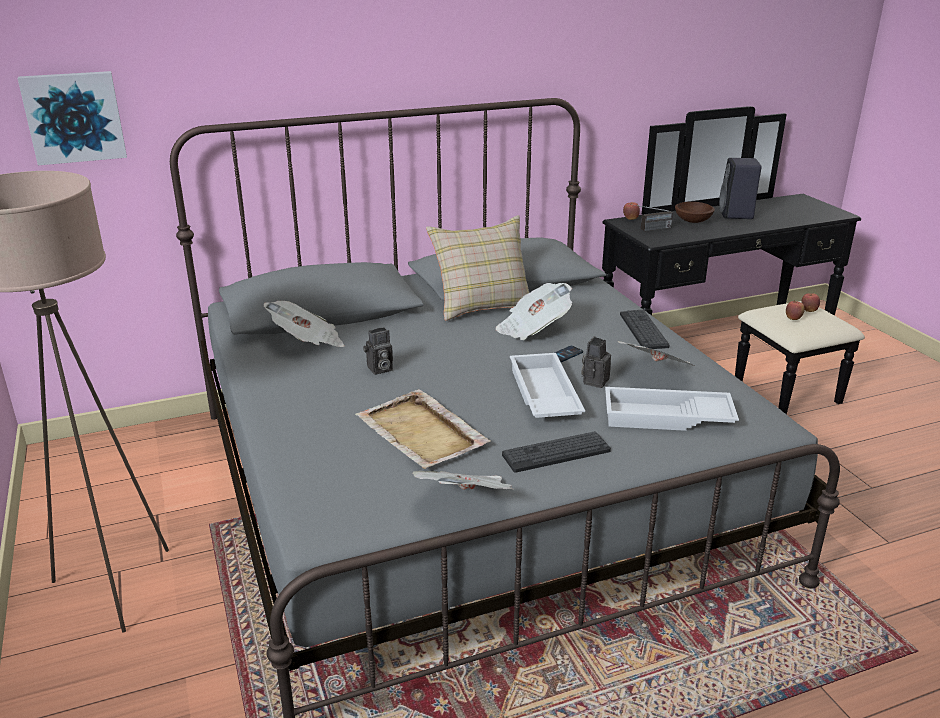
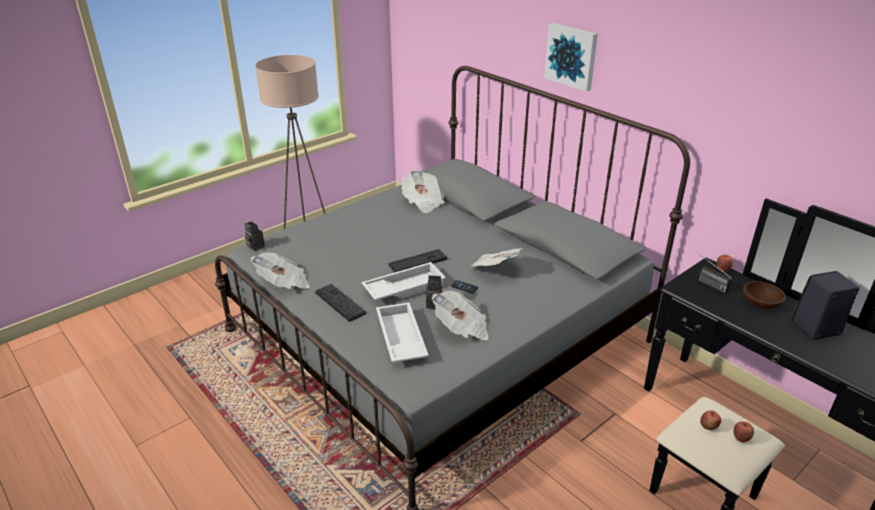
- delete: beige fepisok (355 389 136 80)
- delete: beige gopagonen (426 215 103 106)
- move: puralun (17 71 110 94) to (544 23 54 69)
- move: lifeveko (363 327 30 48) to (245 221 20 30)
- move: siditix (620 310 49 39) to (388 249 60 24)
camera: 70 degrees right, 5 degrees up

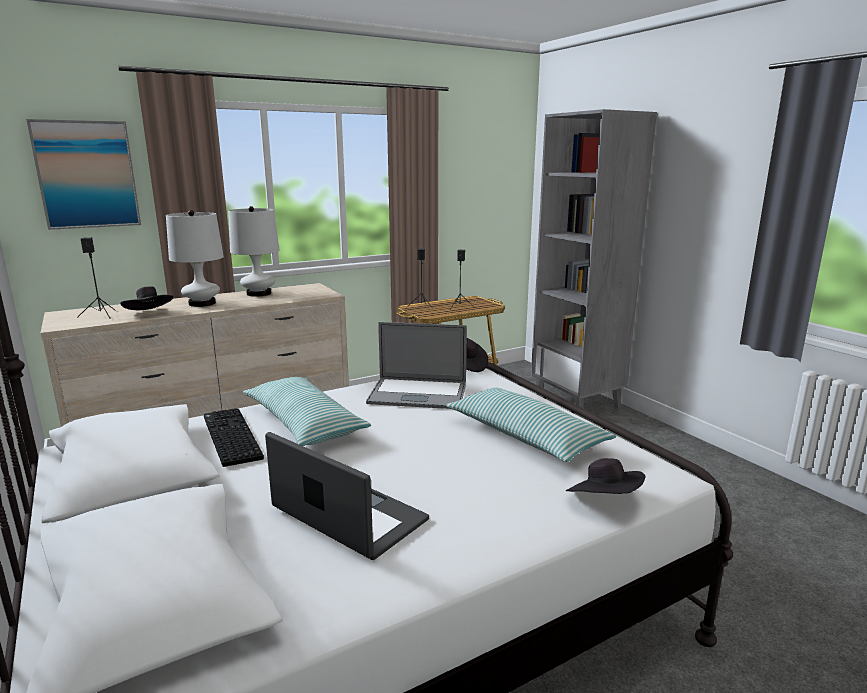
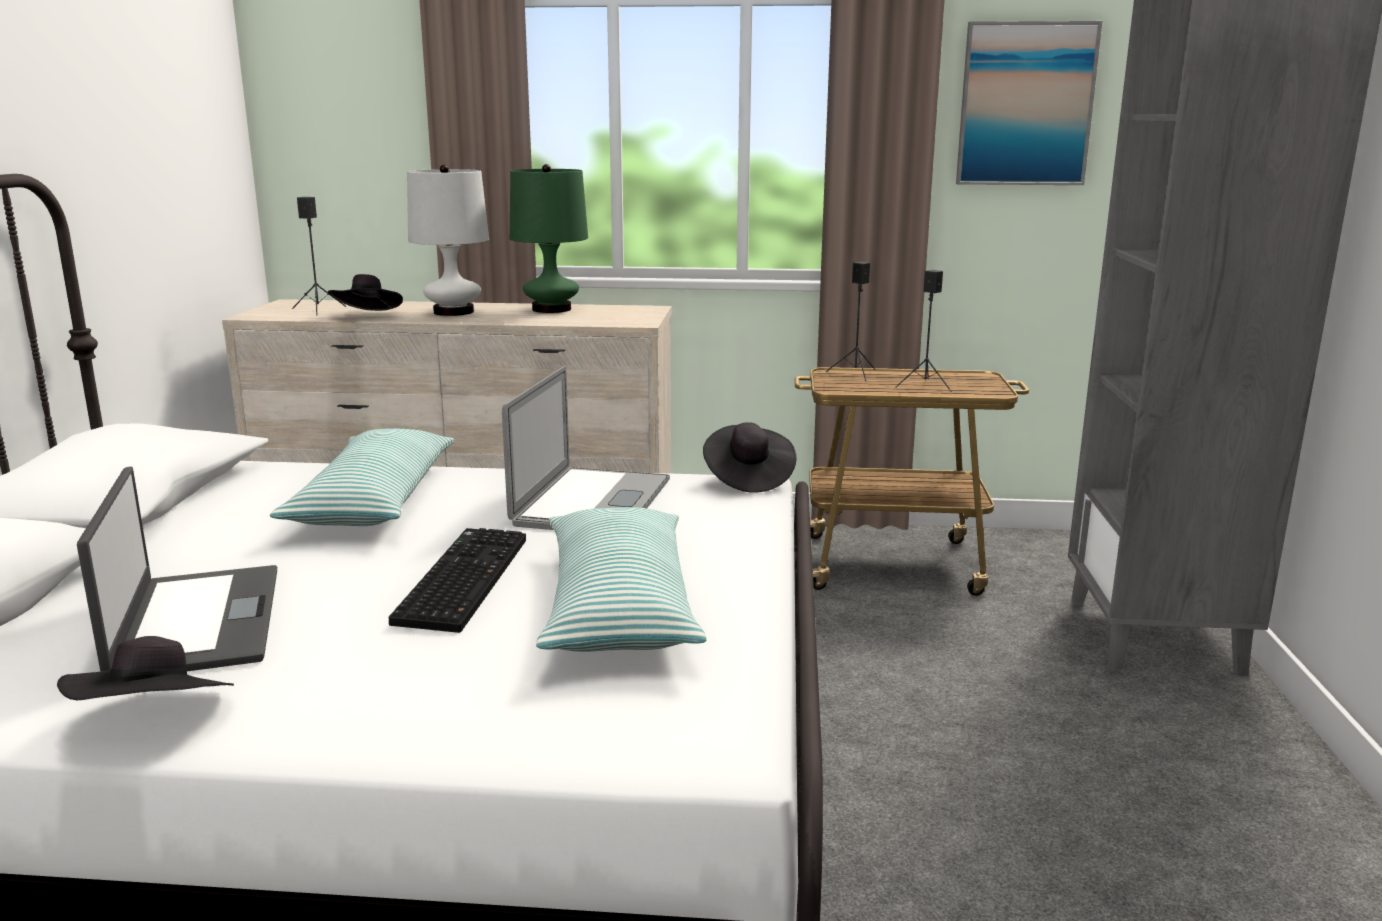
- move: puralun (26 119 115 111) to (956 21 146 164)
- move: siditix (204 408 60 59) to (389 528 137 105)
- move: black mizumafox (566 458 79 36) to (57 636 177 64)
- recolor: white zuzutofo (228 206 52 91) to green zuzutofo (510 164 78 149)
- rotate: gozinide (366 322 101 87) = (502 366 168 164) 120 degrees counterclockwise
camera: 35 degrees right, 0 degrees up

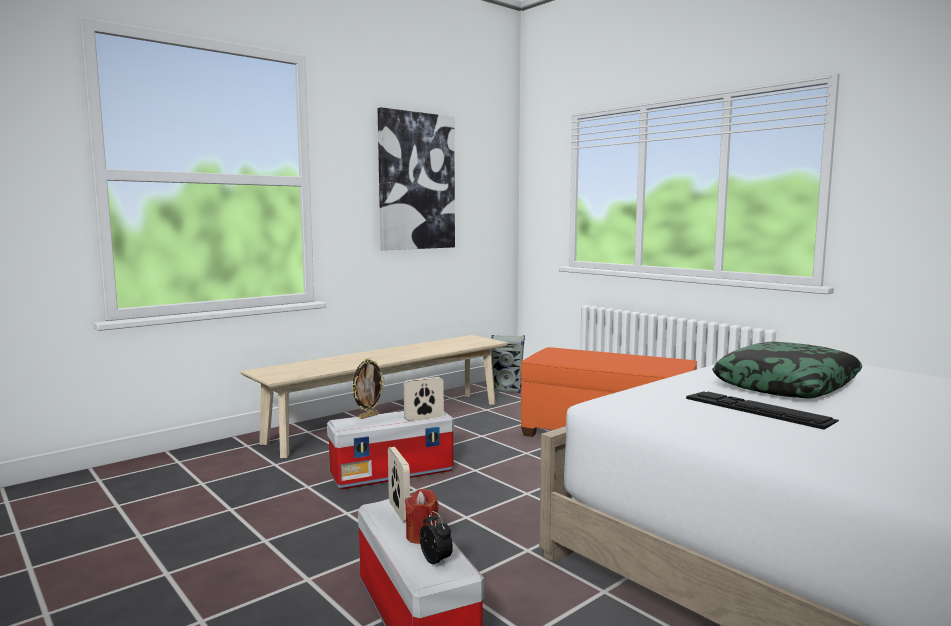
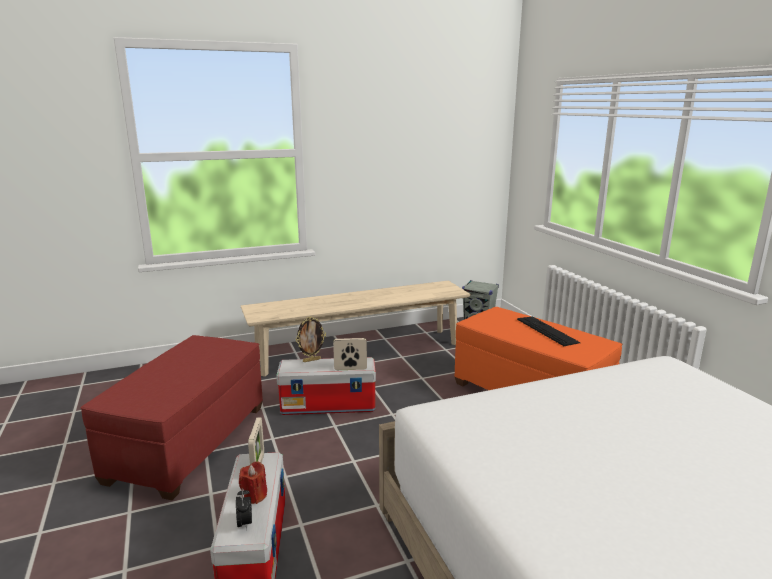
- delete: puralun (378 107 77 143)
- delete: gopagonen (712 341 150 57)
- insert: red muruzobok (81 335 182 165)
- move: siditix (686 391 153 39) to (517 316 64 30)
camera: 20 degrees right, 10 degrees up

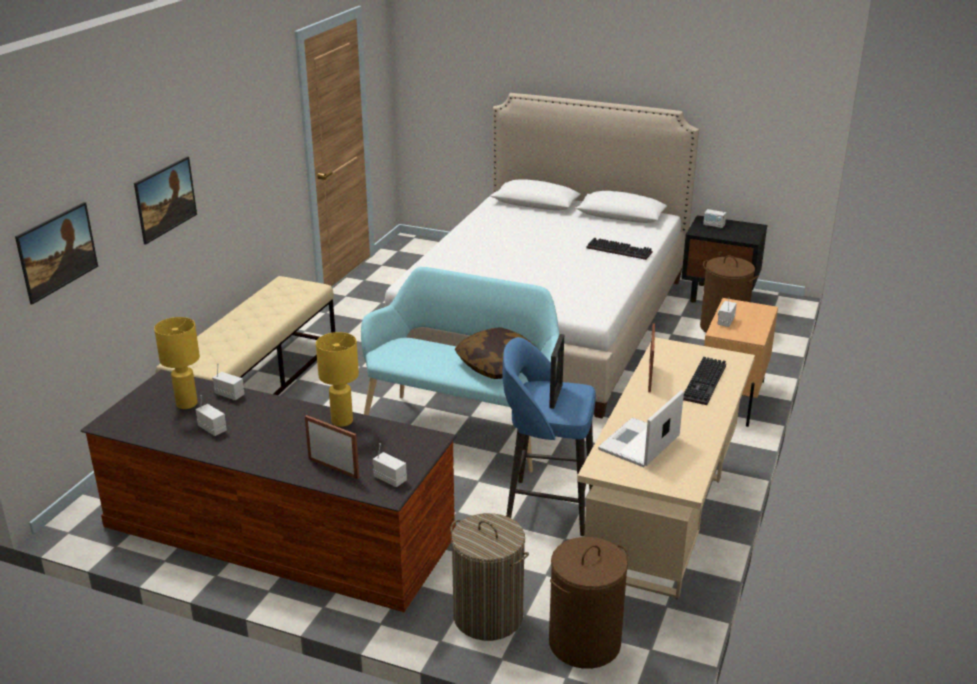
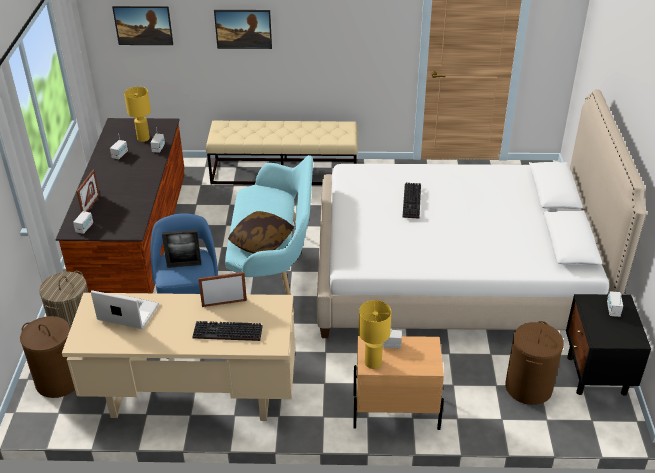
- move: yellow zuzutofo (316 332 43 95) to (359 300 33 69)
- move: siditix (586 238 66 22) to (402 183 19 36)
camera: 70 degrees right, 10 degrees up

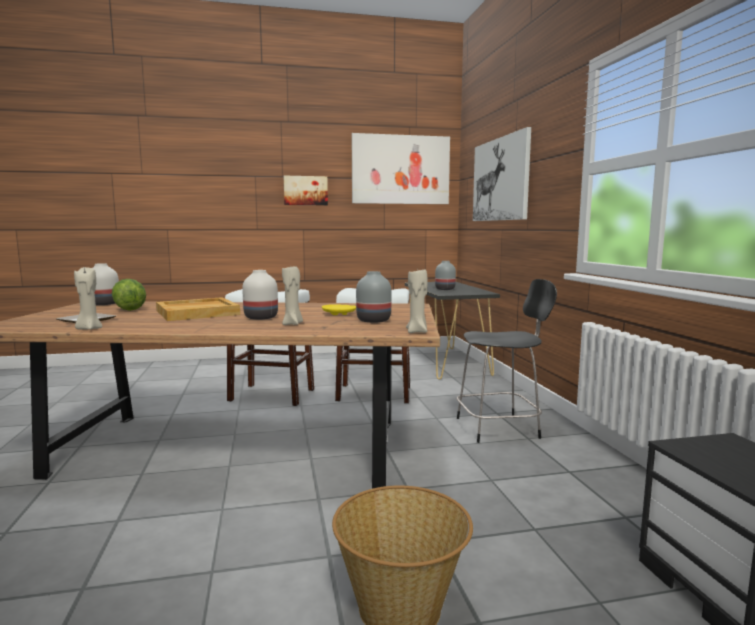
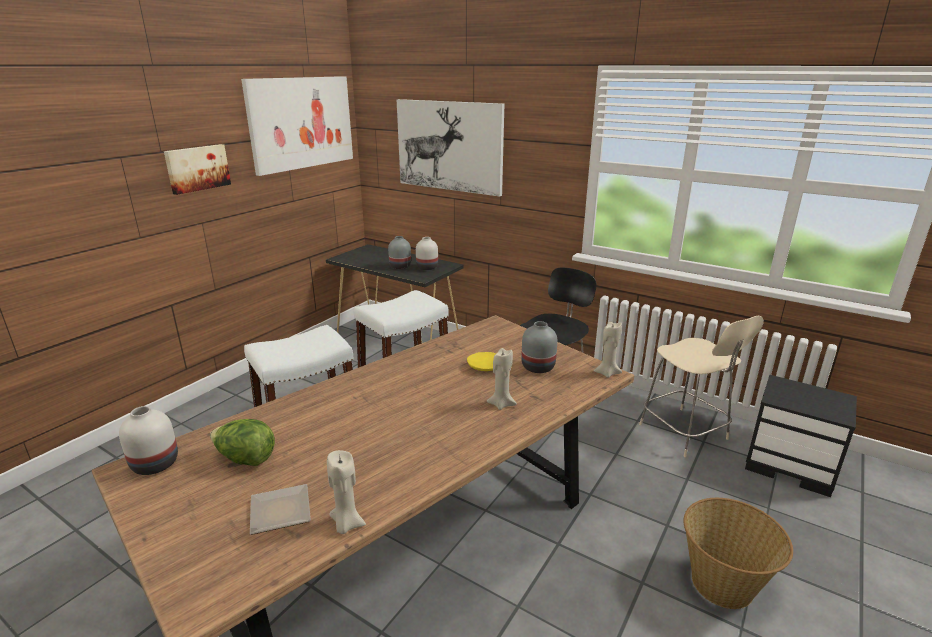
- delete: beige fepisok (156 297 84 24)
- insert: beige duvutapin (639 316 125 141)
- move: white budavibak (242 270 36 50) to (416 237 22 33)
camera: 45 degrees left, 15 degrees up

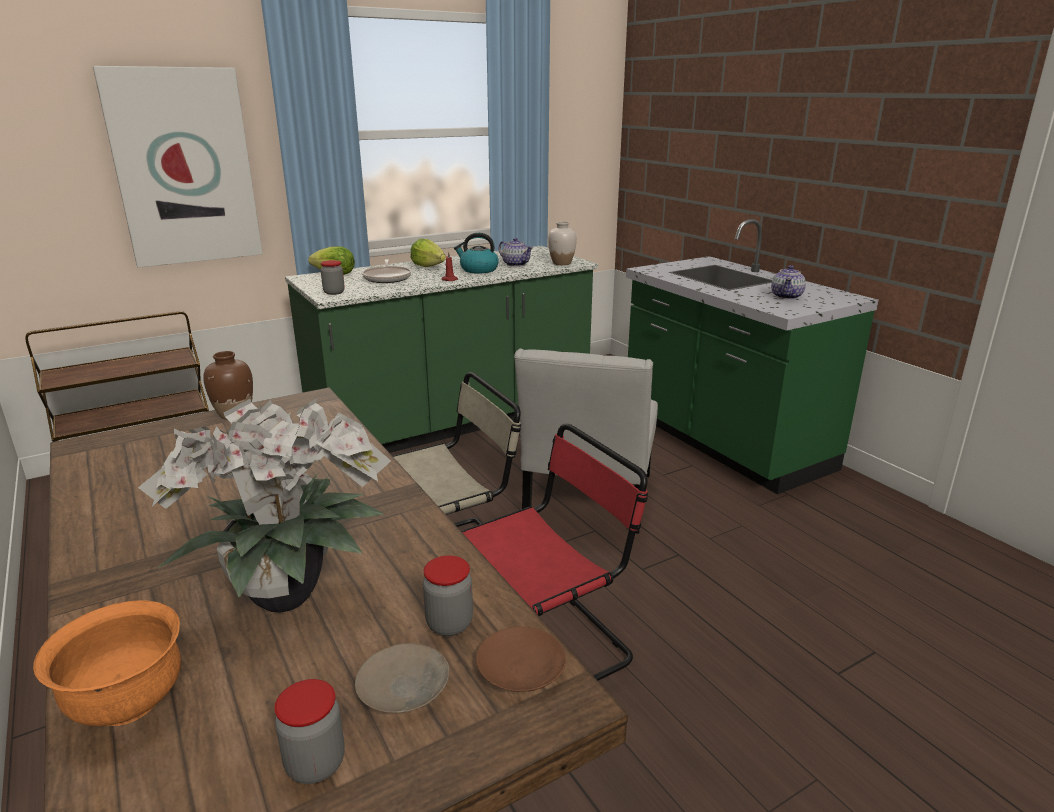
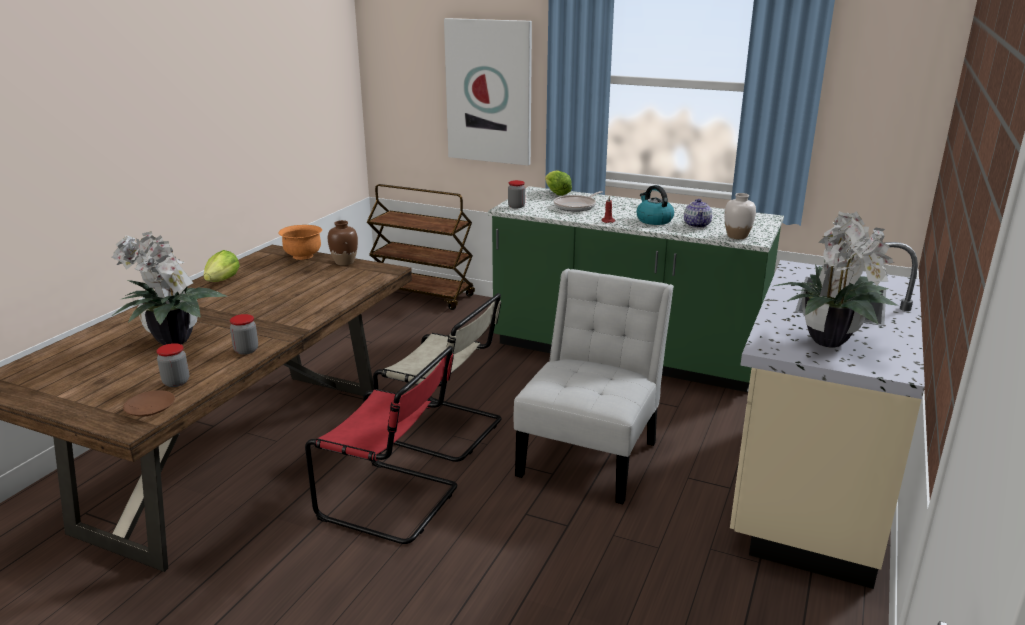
- delete: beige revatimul (355 643 94 70)
- move: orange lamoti (33 600 148 126) to (278 225 44 35)
- move: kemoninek (275 679 70 105) to (230 314 28 41)
- move: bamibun (411 239 35 28) to (203 250 37 32)
- replace: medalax (771 265 35 35) to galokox (774 211 124 136)
- recolor: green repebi (626 219 253 275) to beige repebi (730 242 195 347)
- rotate: white duvutapin (514 348 144 186) = (514 269 160 235) 135 degrees clockwise
camera: 55 degrees right, 0 degrees up

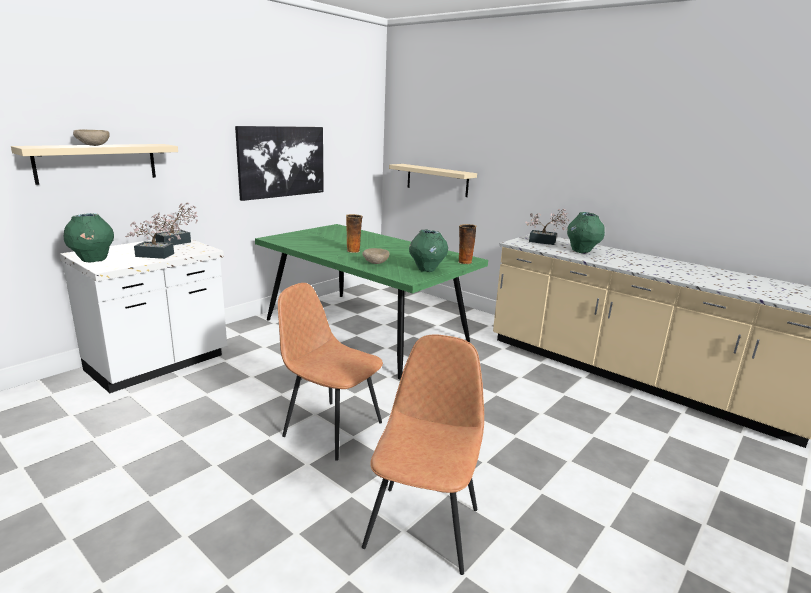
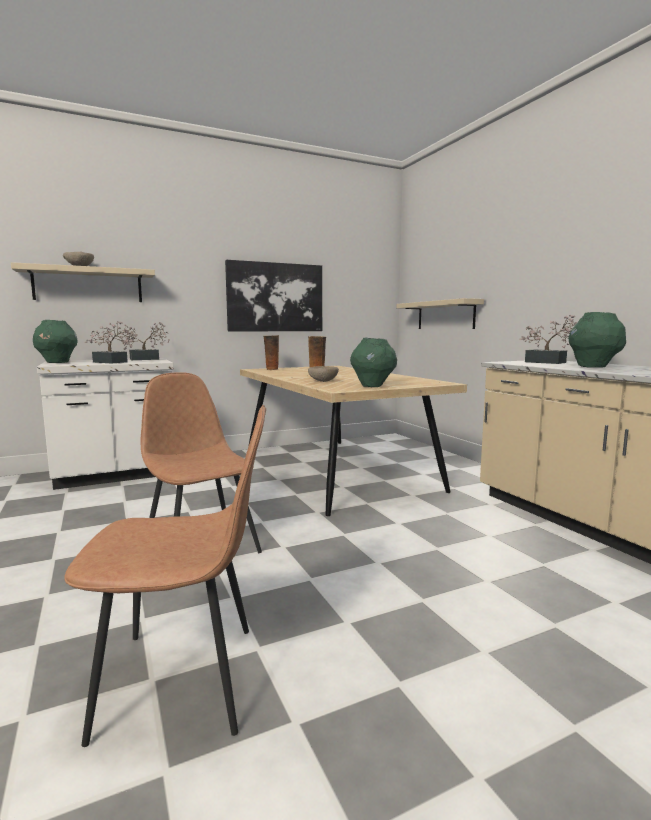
- move: budavibak (458 224 18 40) to (264 335 15 35)
- recolor: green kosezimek (255 224 233 156) to beige kosezimek (240 366 227 150)
- rotate: brown duvutapin (362 334 122 241) = (65 405 201 342) 45 degrees clockwise
camera: 25 degrees right, 10 degrees down

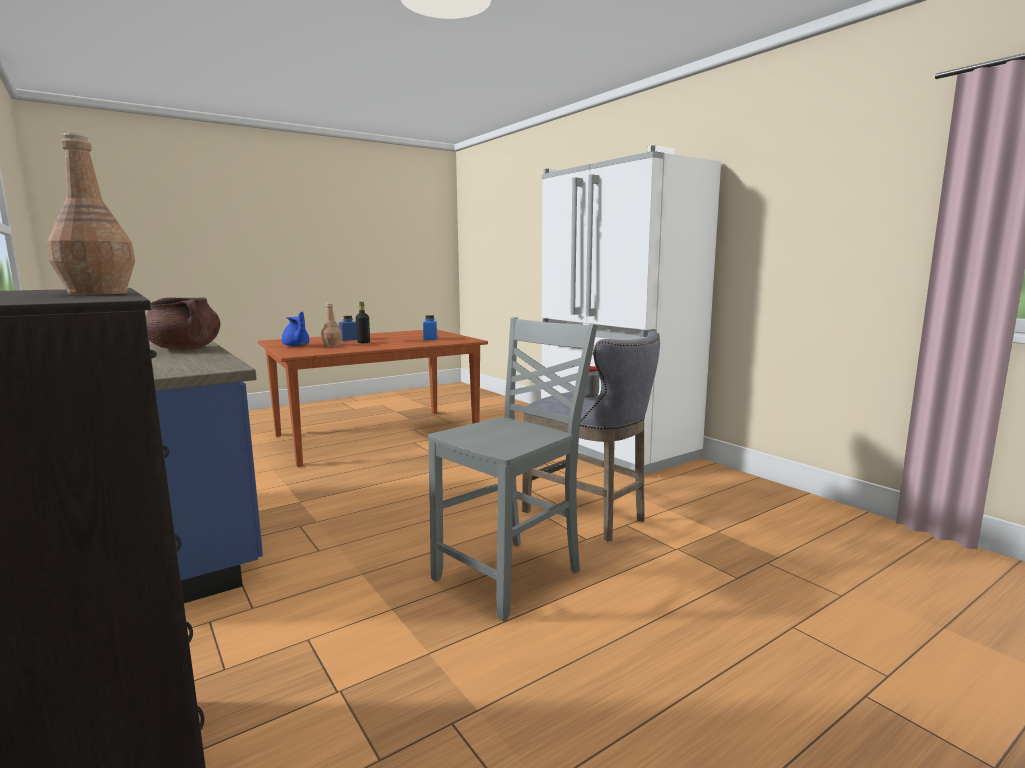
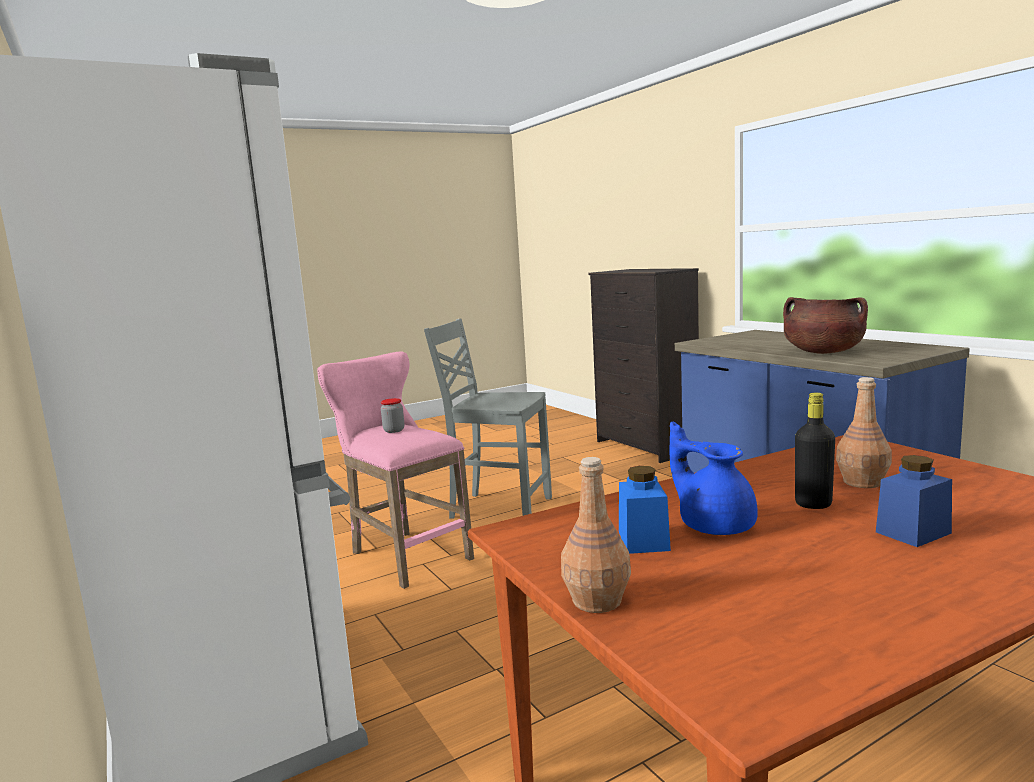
- move: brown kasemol (47 133 88 162) to (561 457 70 156)
- move: blue medalax (282 312 27 34) to (670 422 88 113)
- recolor: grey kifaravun (522 331 138 210) to pink kifaravun (317 352 157 237)
- rotate: grey duvutapin (428 317 169 304) = (424 319 128 200) 60 degrees clockwise
camera: 175 degrees left, 0 degrees up

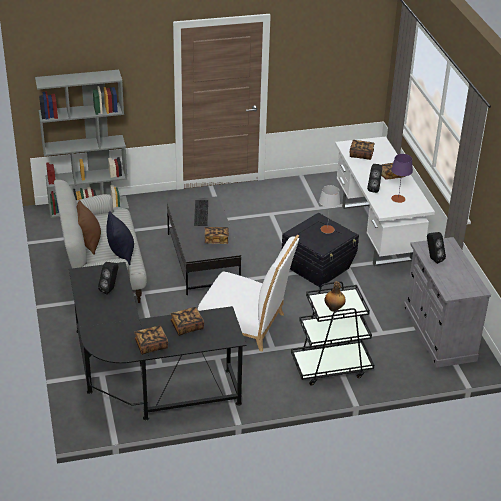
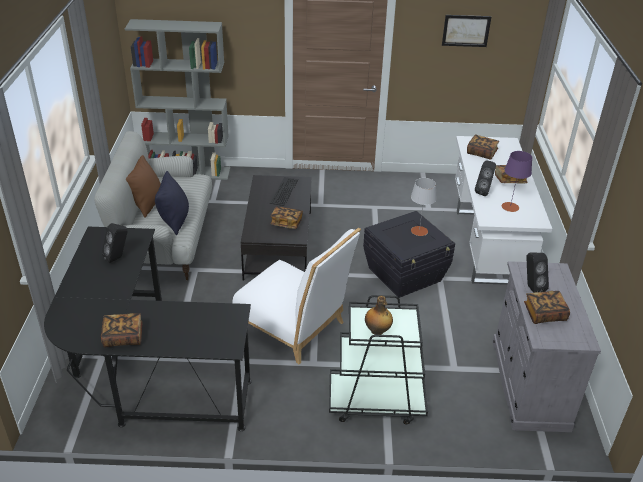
- insert: puralun (442 15 50 32)
- move: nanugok (171 307 33 29) to (524 291 46 33)
camera: 15 degrees right, 0 degrees up

